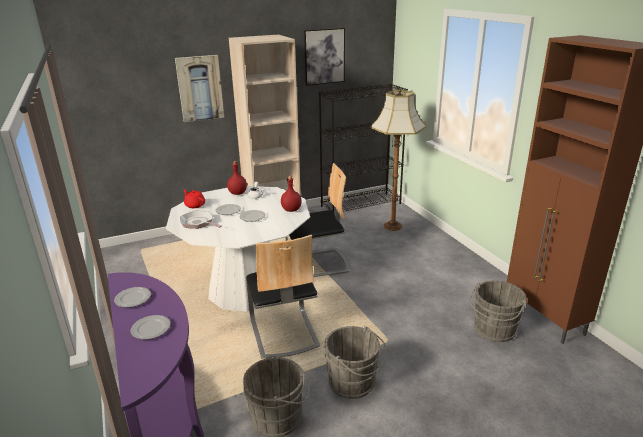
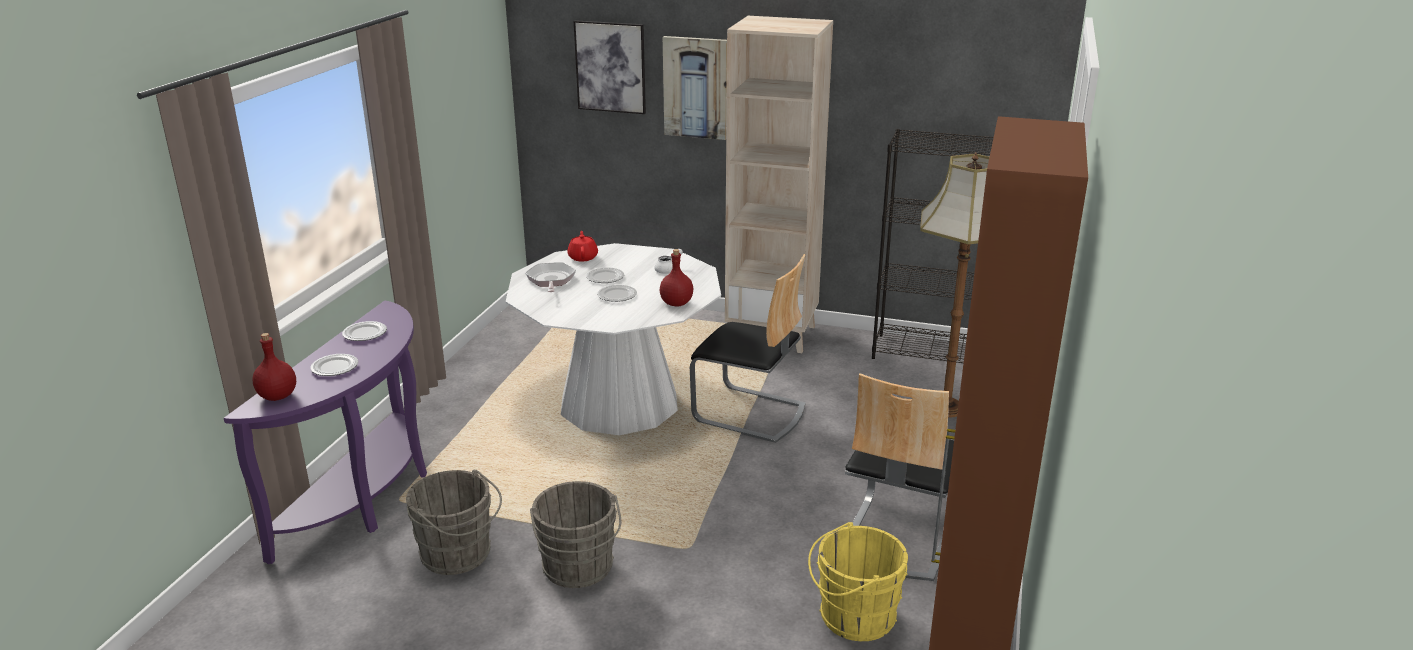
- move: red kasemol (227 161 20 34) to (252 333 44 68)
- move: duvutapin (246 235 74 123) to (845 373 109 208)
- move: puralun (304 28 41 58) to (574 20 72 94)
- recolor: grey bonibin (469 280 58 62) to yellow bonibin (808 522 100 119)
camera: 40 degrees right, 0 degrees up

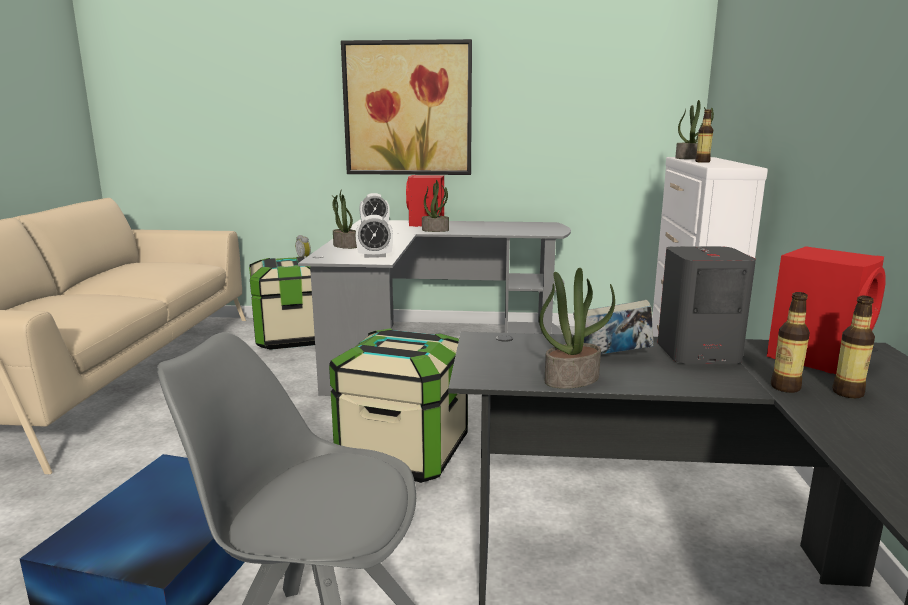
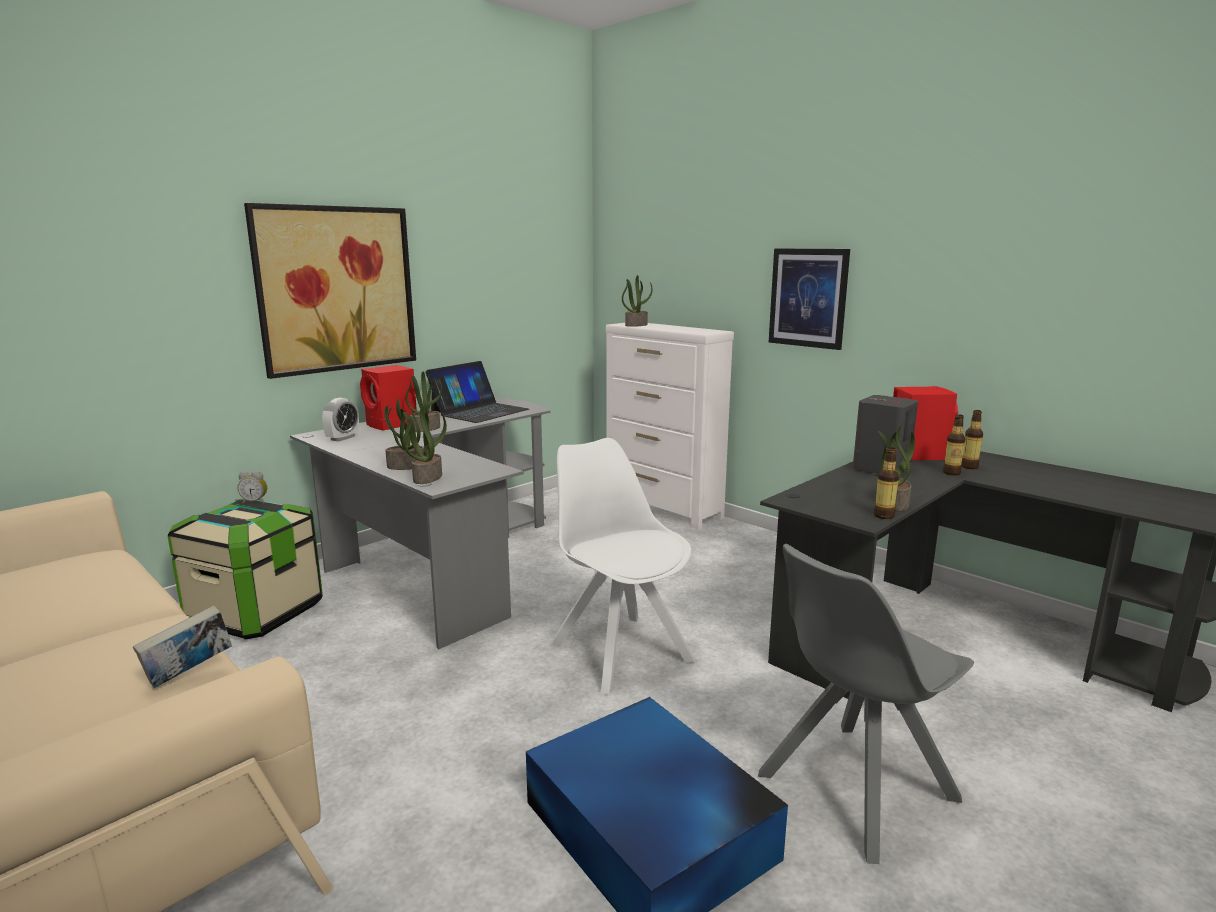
- delete: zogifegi (356 215 37 43)
- insert: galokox (403 406 44 78)
- insert: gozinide (425 361 104 62)
- insert: puralun (769 249 81 101)
- move: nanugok (573 300 80 54) to (133 606 99 82)
- move: kasemol (695 110 18 53) to (874 447 25 72)
- replace: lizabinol (329 328 139 155) to white duvutapin (550 438 145 257)
camera: 50 degrees left, 0 degrees up

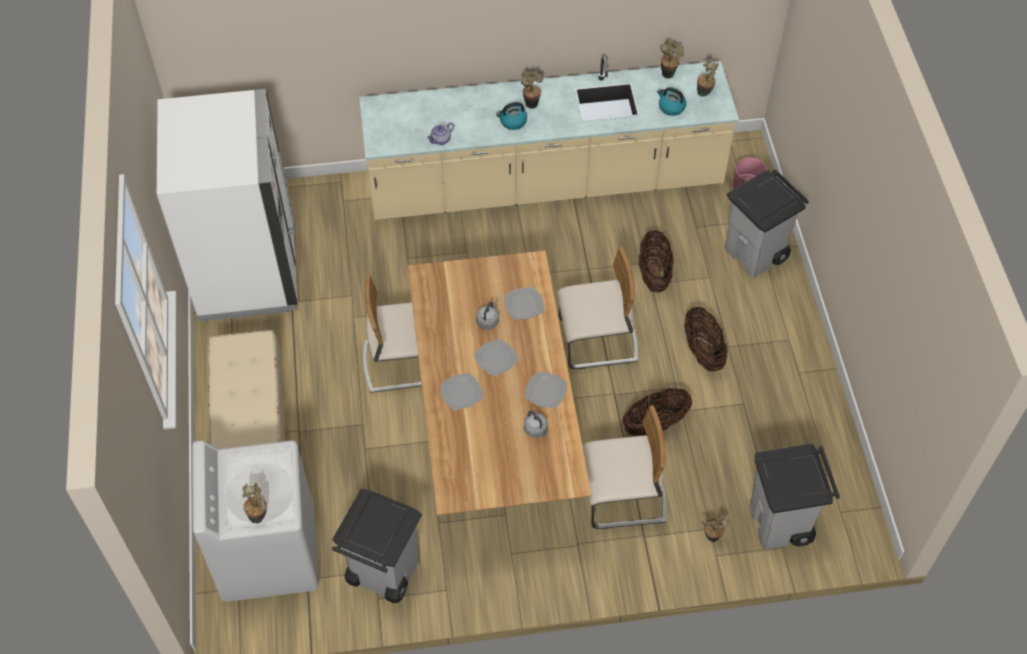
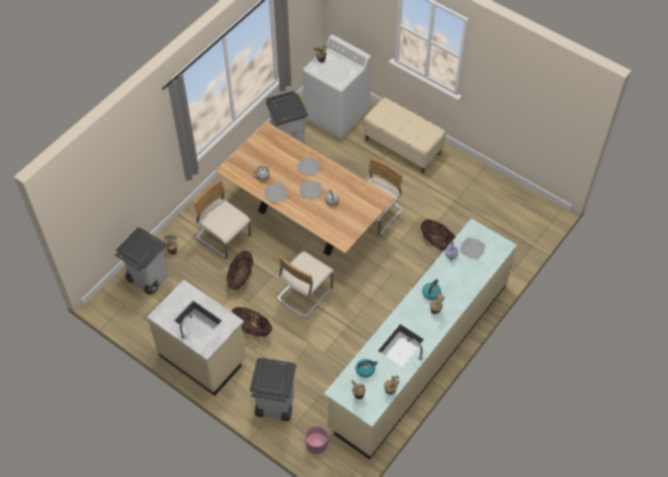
- delete: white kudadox (157 89 141 233)
- insert: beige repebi (147 280 99 116)
- move: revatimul (505 287 39 33) to (460 238 25 21)
- move: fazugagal (639 230 35 63) to (421 219 34 32)
- rotate: beige duvutapin (582 406 85 123) = (194 179 57 80) 90 degrees clockwise
camera: 135 degrees right, 0 degrees up

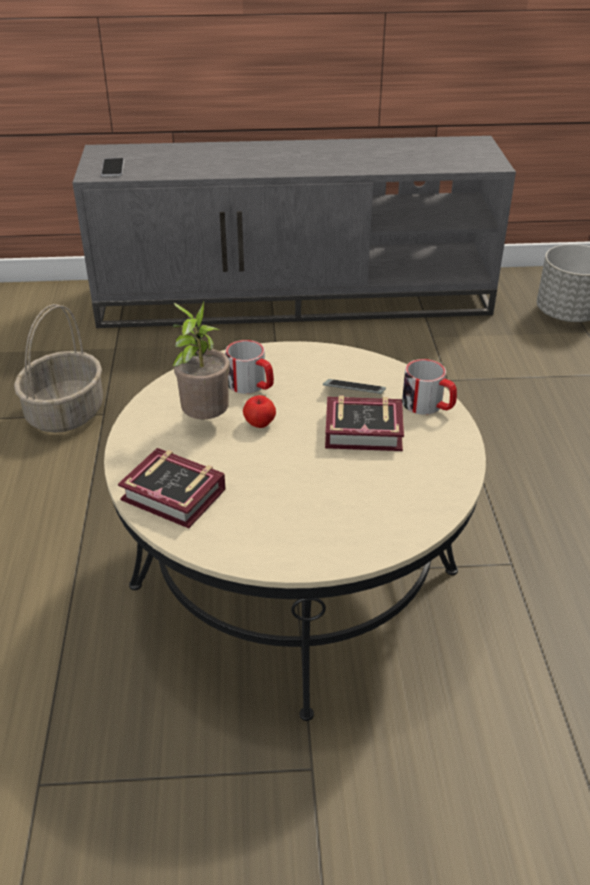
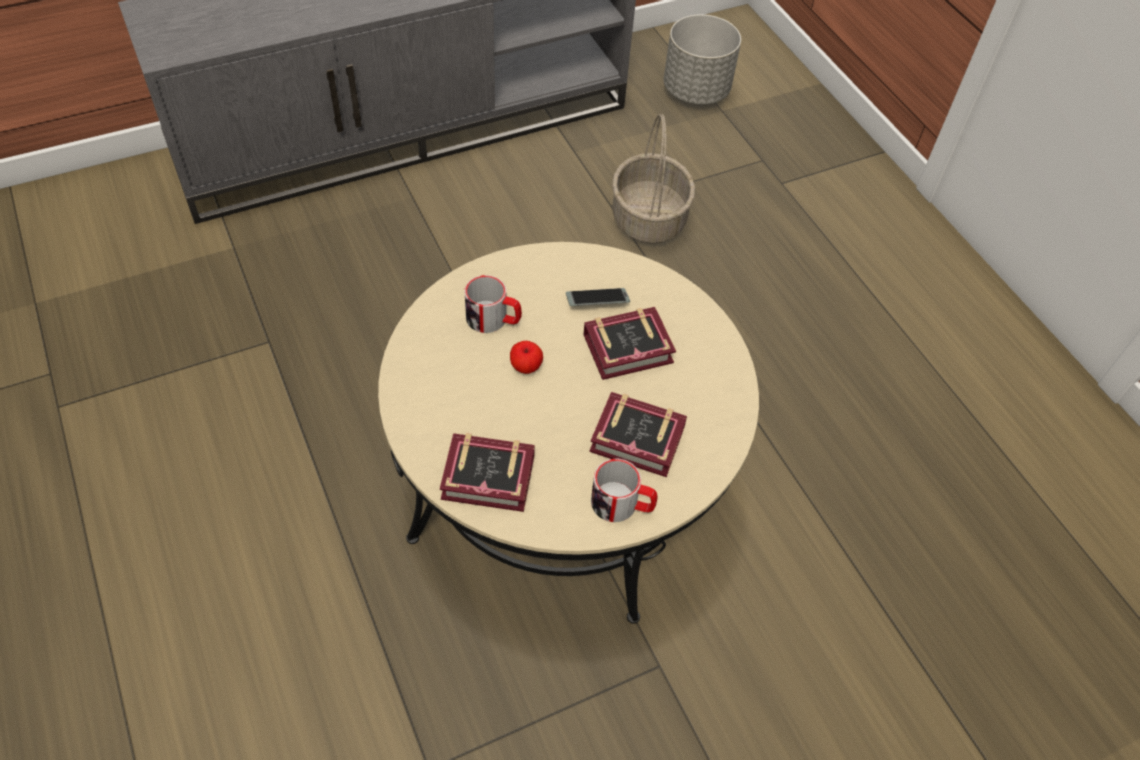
- delete: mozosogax (101 158 23 19)
- delete: galokox (172 300 58 119)
- insert: nanugok (589 392 98 85)
- move: fazugagal (14 304 89 129) to (612 114 83 130)
- move: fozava (402 359 55 56) to (591 459 66 63)
camera: 25 degrees left, 15 degrees up

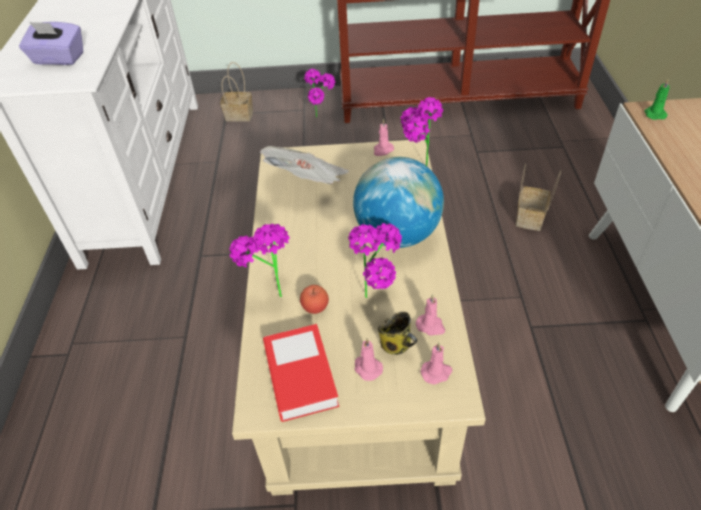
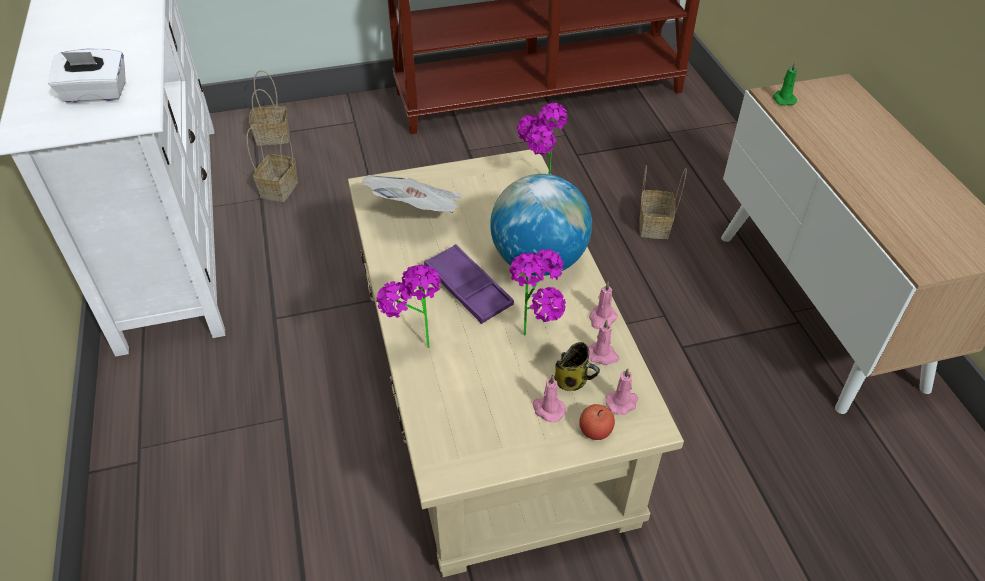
- delete: nanugok (263 324 76 98)
- delete: galokox (304 69 31 49)
- insert: fazugagal (247 128 51 74)
- insert: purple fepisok (424 244 90 80)
- move: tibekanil (300 285 29 29) to (579 404 36 36)
- move: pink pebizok (374 118 20 38) to (589 282 29 47)
- recolor: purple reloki (19 22 64 43) to white reloki (48 48 78 55)
camera: 15 degrees left, 0 degrees up

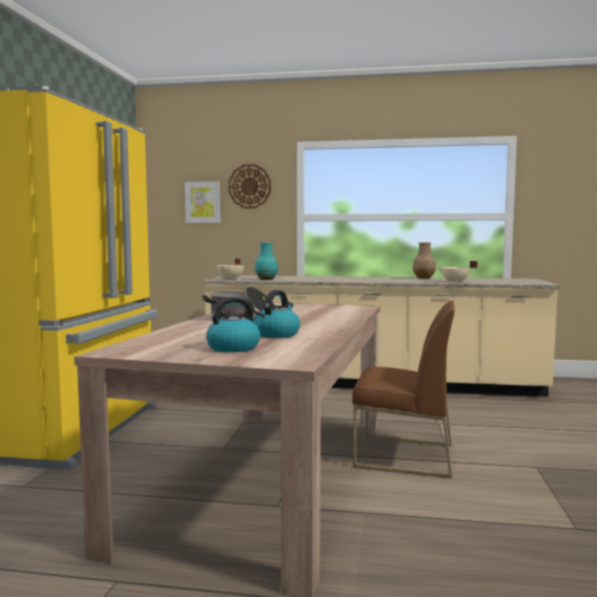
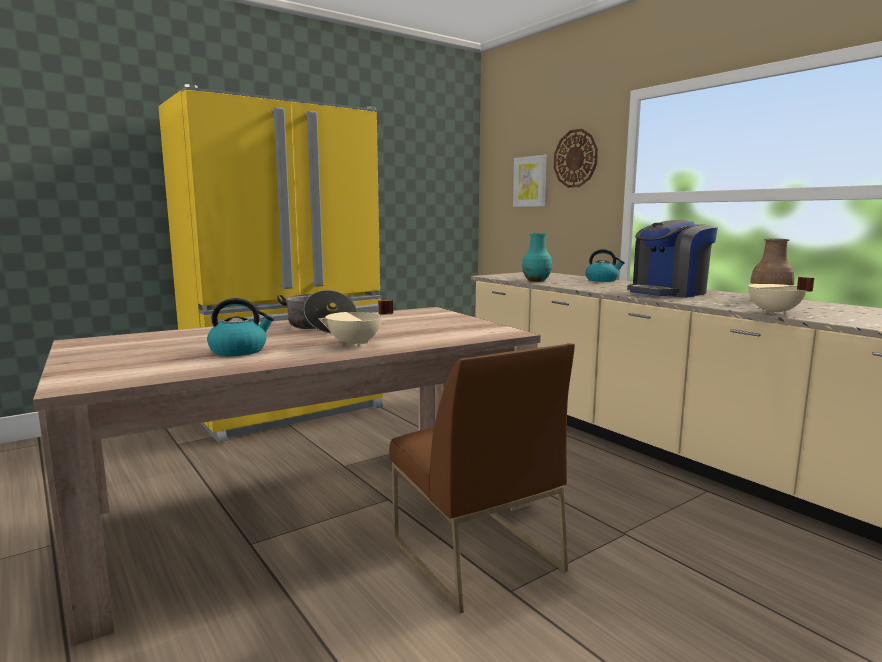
- insert: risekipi (627 220 91 78)
- move: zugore (206 297 59 55) to (585 249 40 33)
- move: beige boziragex (217 258 27 22) to (319 300 74 47)
camera: 45 degrees right, 5 degrees up

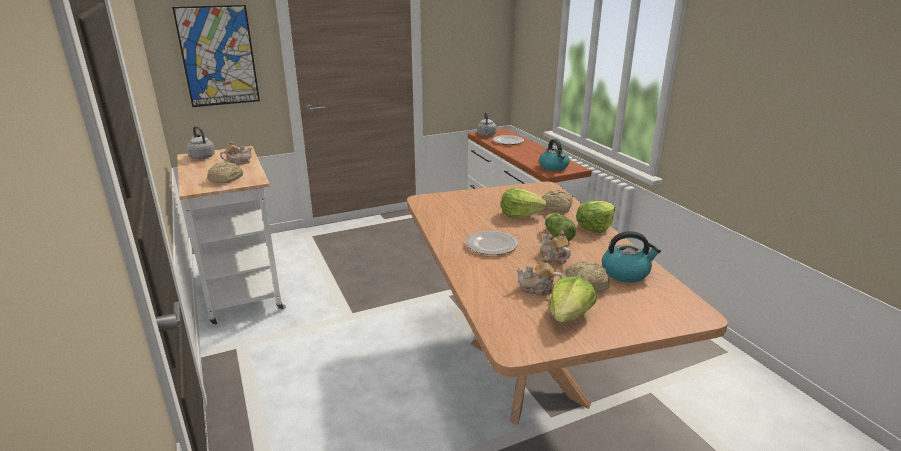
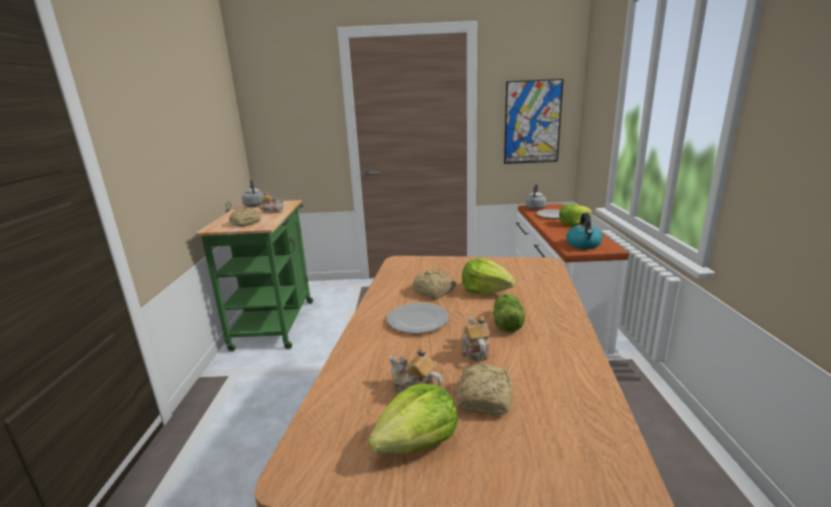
- delete: zugore (602 231 59 52)
- move: puralun (172 5 88 102) to (504 79 60 85)
- move: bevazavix (542 190 30 23) to (412 269 44 30)
- move: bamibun (576 201 39 32) to (559 204 34 22)
- recolor: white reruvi (177 146 109 180) to green reruvi (196 200 117 152)
camera: 25 degrees right, 5 degrees down

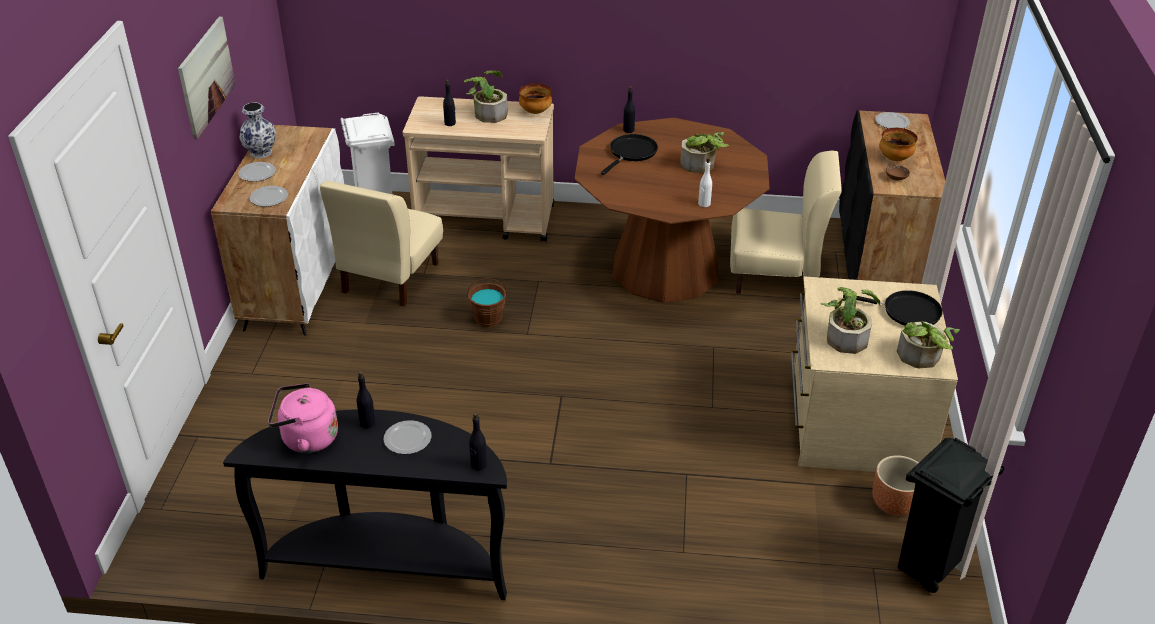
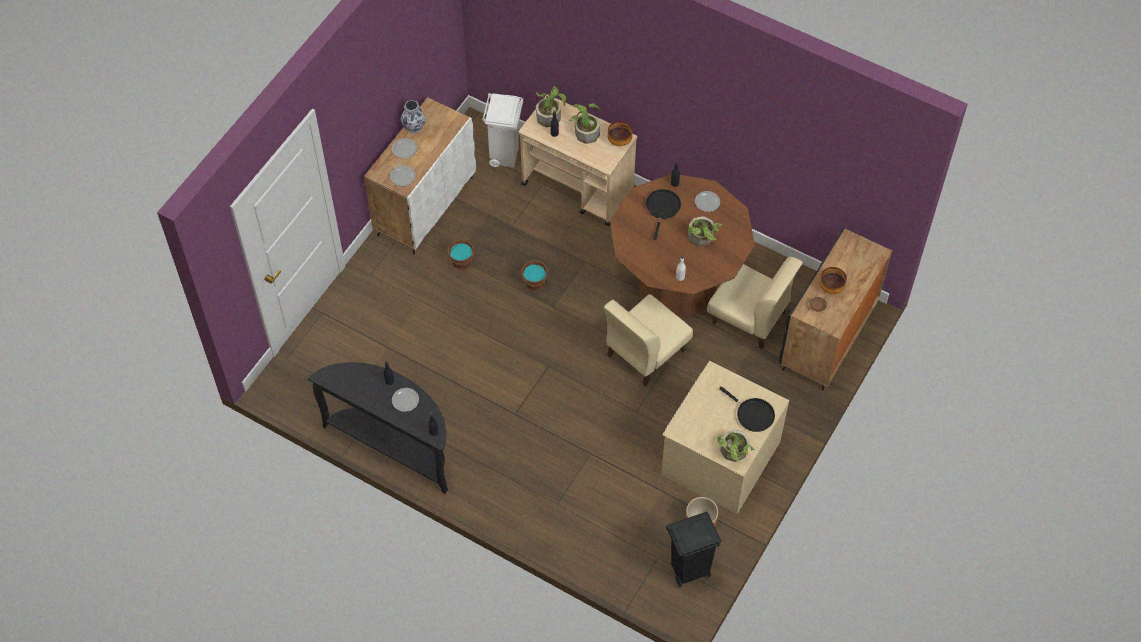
- delete: puralun (178 17 58 122)
- delete: pink zugore (268 383 70 70)
- insert: brown bonibin (448 239 26 31)
- move: beige duvutapin (320 181 123 126) to (604 294 89 92)
- move: galokox (821 287 60 67) to (536 86 30 41)
- move: revatimul (875 112 35 16) to (695 191 25 21)
- rotate: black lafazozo (601 134 57 41) = (646 189 35 51) 45 degrees counterclockwise
camera: 25 degrees right, 20 degrees up

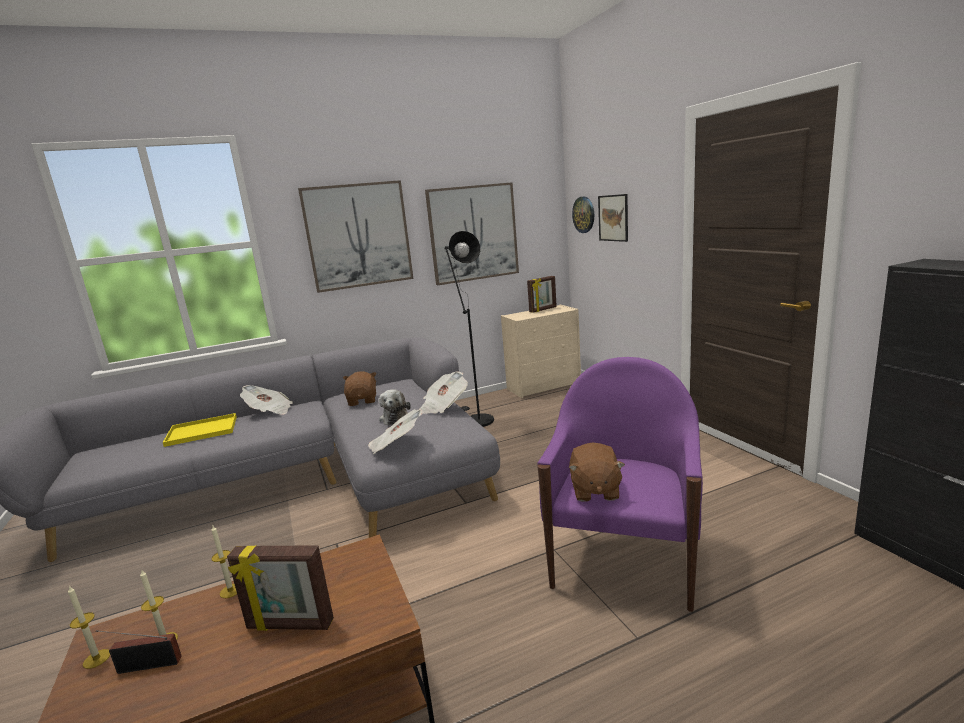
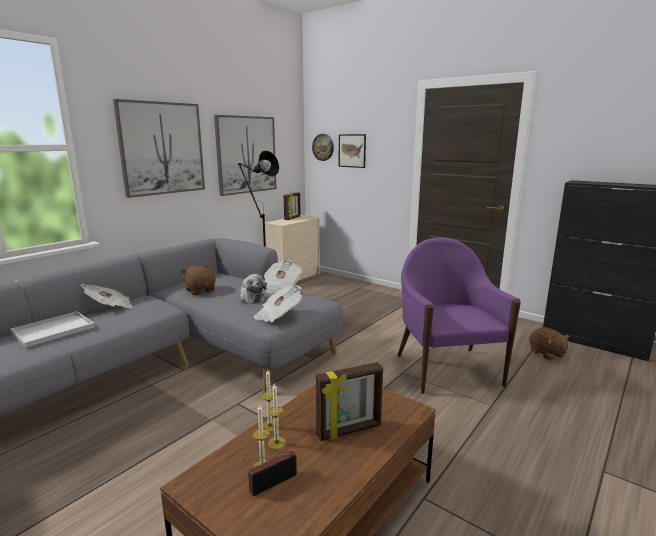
- move: pebizok (68 586 42 83) to (268 383 18 66)
- move: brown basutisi (569 442 56 60) to (529 327 40 33)
- recolor: yellow fepisok (163 413 74 34) to white fepisok (11 311 84 37)
camera: 30 degrees left, 0 degrees up

